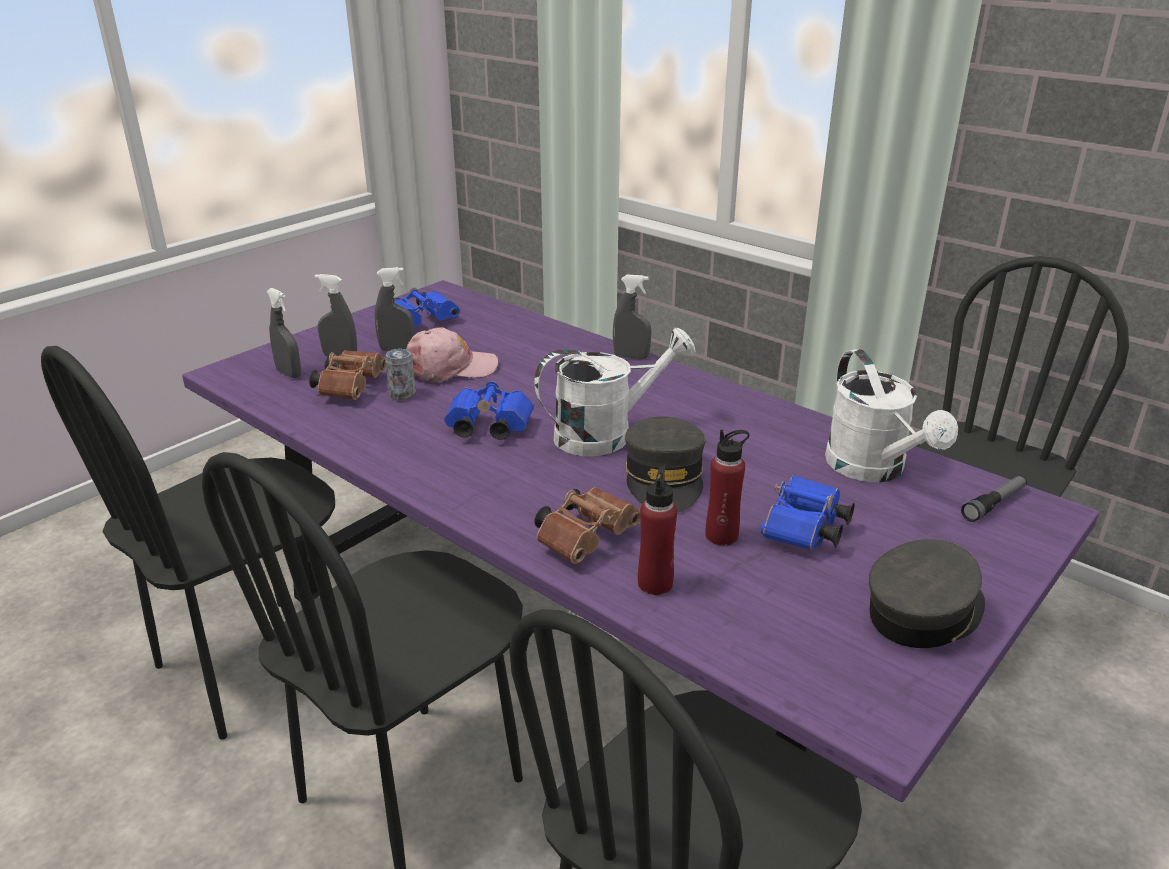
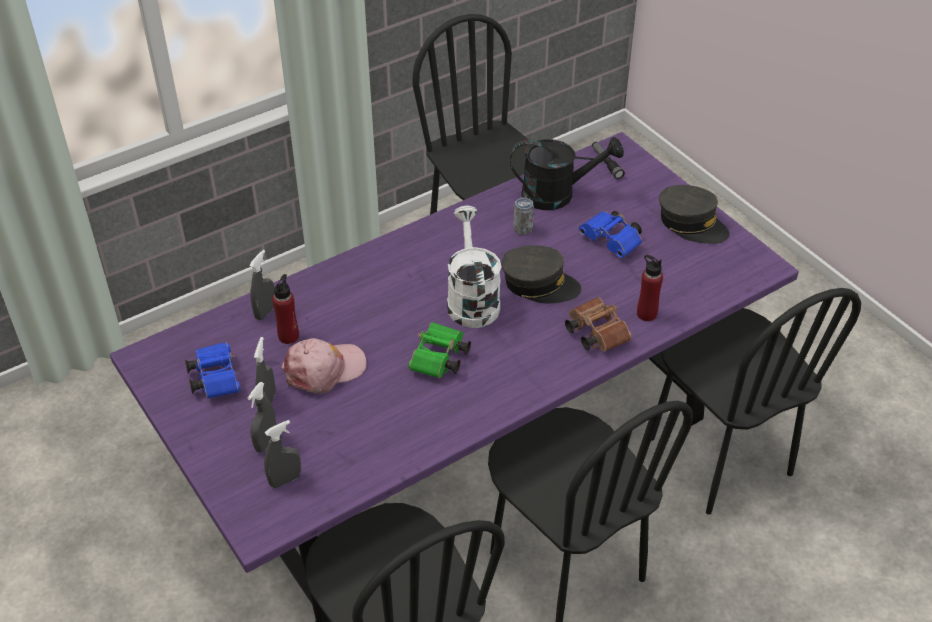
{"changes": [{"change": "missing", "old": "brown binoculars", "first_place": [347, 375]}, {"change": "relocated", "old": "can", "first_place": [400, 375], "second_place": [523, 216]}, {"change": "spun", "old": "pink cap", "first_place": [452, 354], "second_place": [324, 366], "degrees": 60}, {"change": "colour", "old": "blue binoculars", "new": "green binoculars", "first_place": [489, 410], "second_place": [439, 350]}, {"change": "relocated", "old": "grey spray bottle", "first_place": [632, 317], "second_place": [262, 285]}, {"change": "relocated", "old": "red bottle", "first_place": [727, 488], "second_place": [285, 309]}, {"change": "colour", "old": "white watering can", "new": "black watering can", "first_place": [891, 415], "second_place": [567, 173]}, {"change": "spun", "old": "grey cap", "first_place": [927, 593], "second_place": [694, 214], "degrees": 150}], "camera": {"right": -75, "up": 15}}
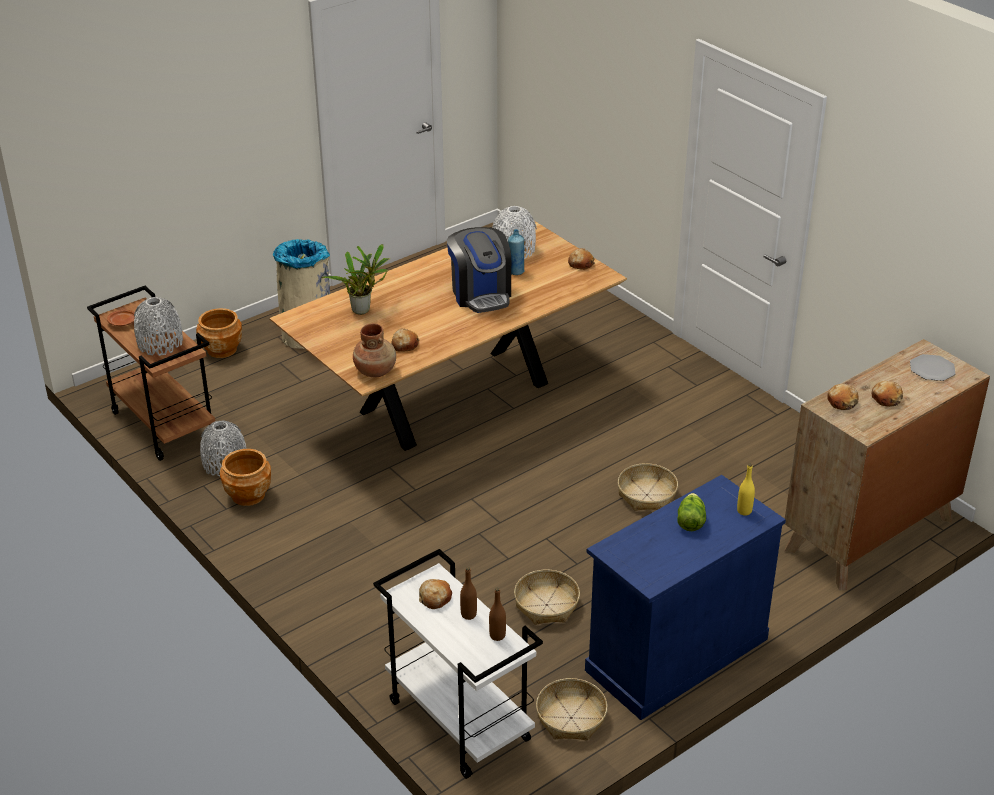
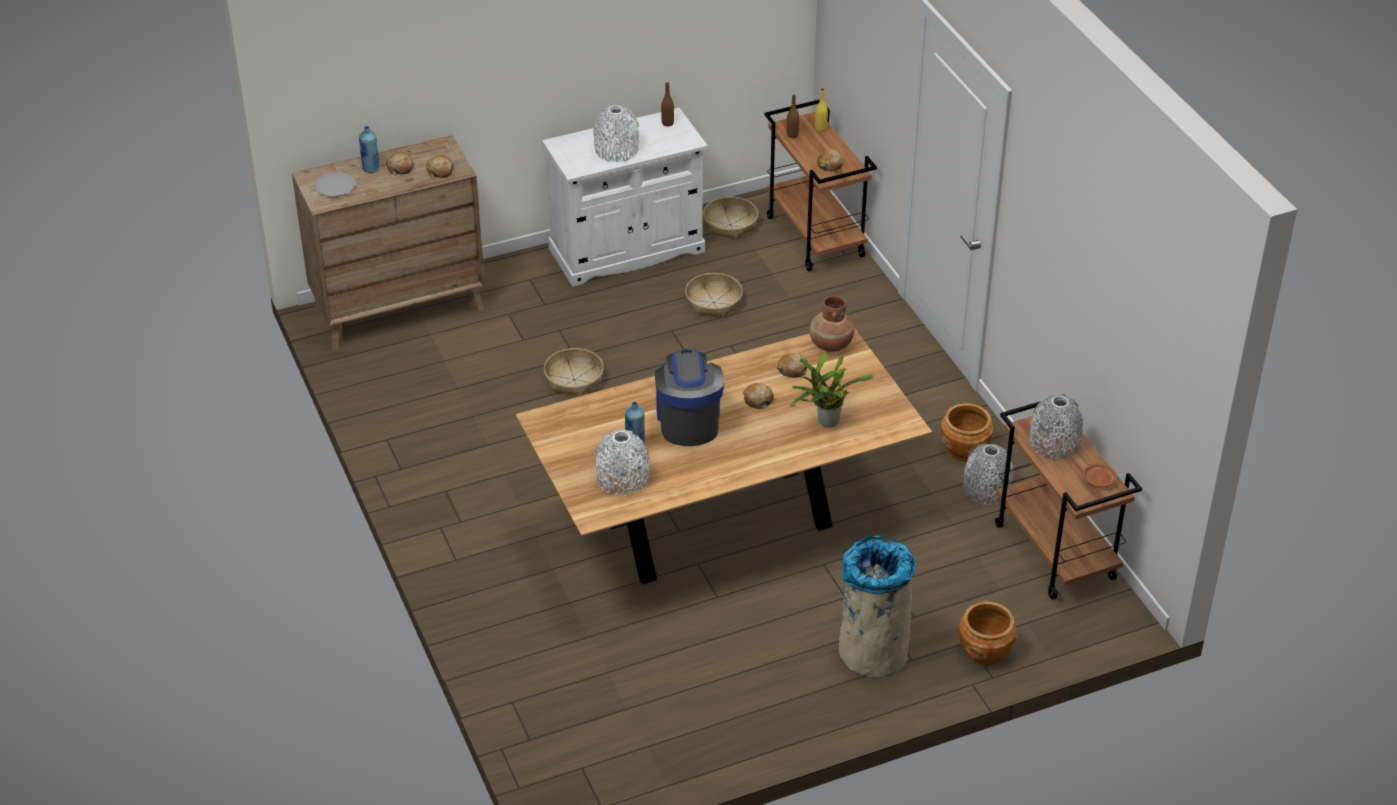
{"changes": [{"change": "colour", "old": "white cart", "new": "brown cart", "first_place": [458, 664], "second_place": [820, 185]}, {"change": "relocated", "old": "brown bottle", "first_place": [468, 593], "second_place": [667, 104]}, {"change": "relocated", "old": "bread", "first_place": [581, 259], "second_place": [758, 396]}, {"change": "colour", "old": "blue cabinet", "new": "white cabinet", "first_place": [685, 597], "second_place": [625, 197]}, {"change": "exchanged", "old": "lettuce", "new": "white vase", "first_place": [691, 512], "second_place": [616, 133]}, {"change": "relocated", "old": "yellow bottle", "first_place": [746, 489], "second_place": [821, 110]}, {"change": "appeared", "new": "blue bottle", "second_place": [369, 149]}], "camera": {"right": -165, "up": 5}}
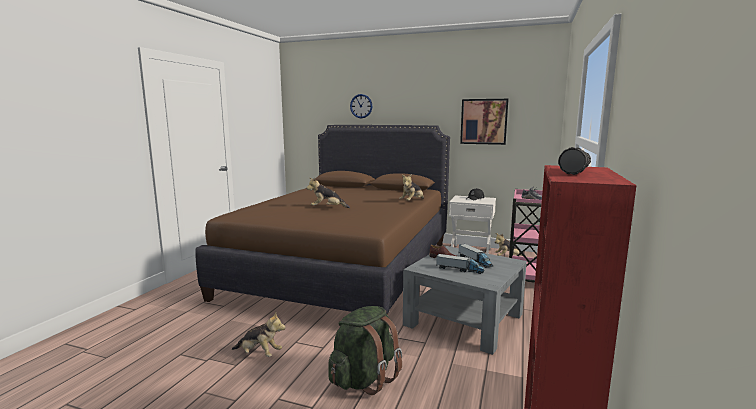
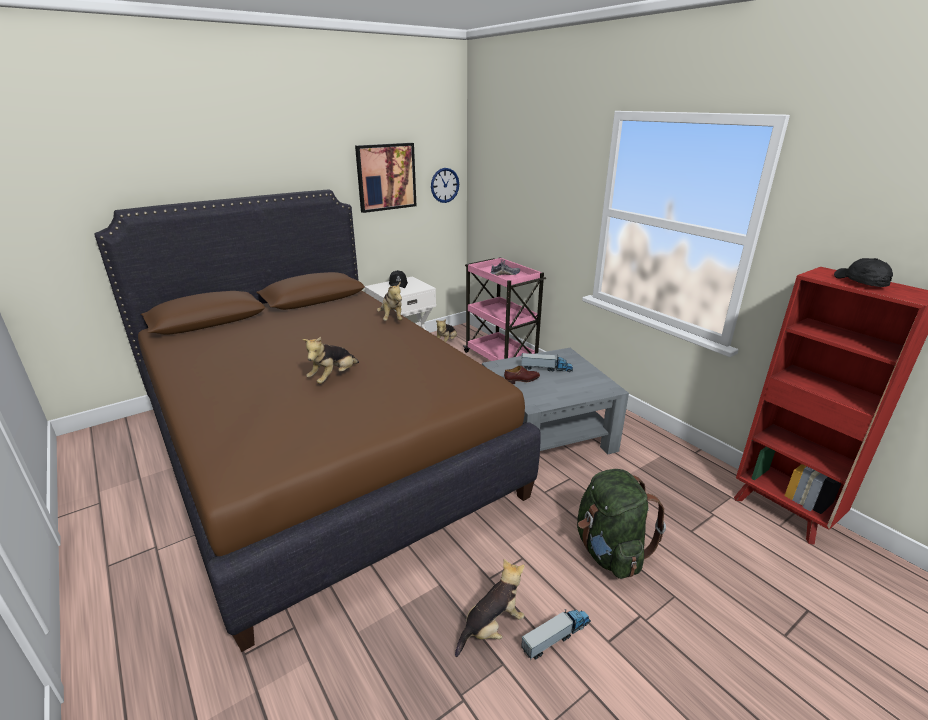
{"changes": [{"change": "relocated", "old": "wall clock", "first_place": [361, 106], "second_place": [445, 185]}, {"change": "relocated", "old": "toy truck", "first_place": [460, 264], "second_place": [556, 634]}, {"change": "exchanged", "old": "flashlight", "new": "black cap", "first_place": [574, 161], "second_place": [863, 272]}], "camera": {"right": -55, "up": 15}}
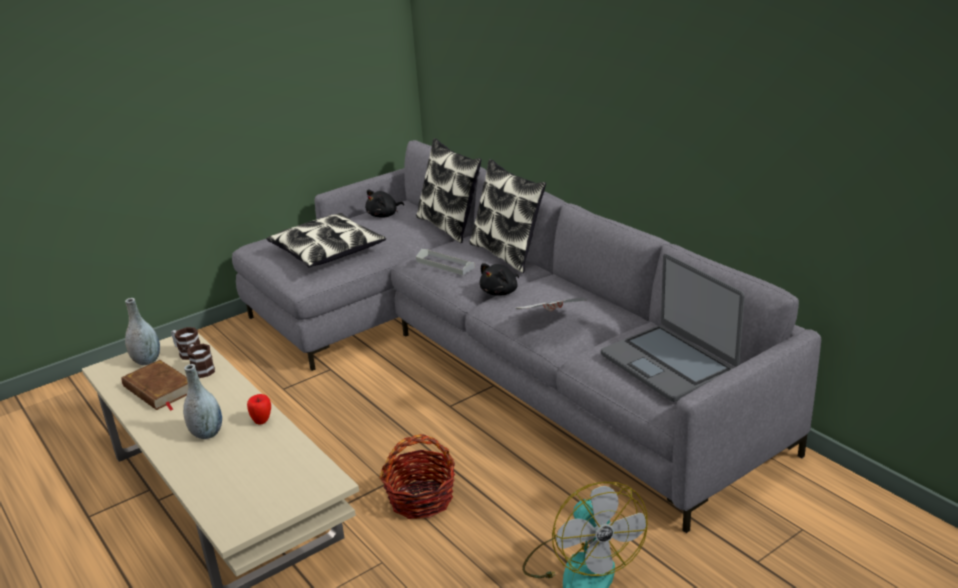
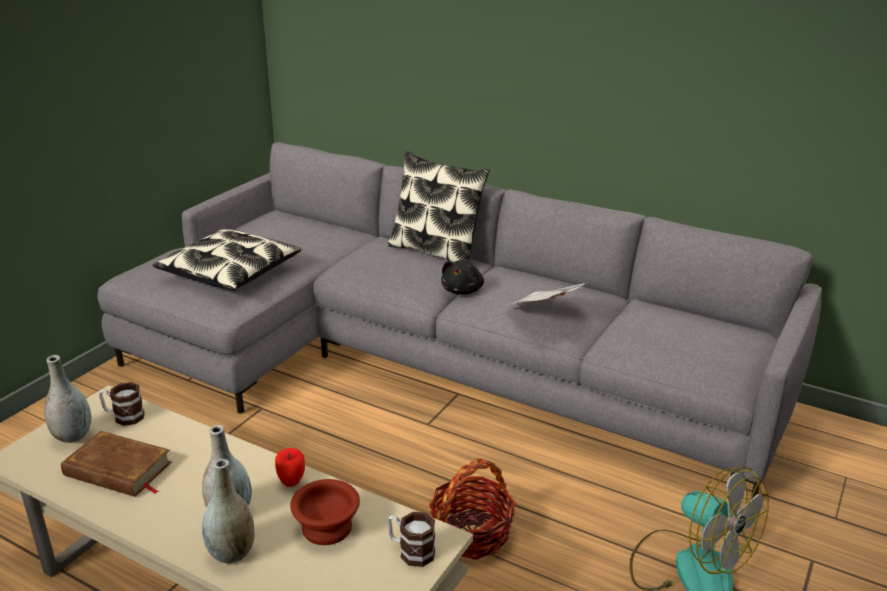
{"changes": [{"change": "relocated", "old": "mug", "first_place": [201, 361], "second_place": [411, 539]}, {"change": "missing", "old": "black plush toy", "first_place": [384, 204]}, {"change": "missing", "old": "pillow", "first_place": [448, 190]}, {"change": "missing", "old": "grey tray", "first_place": [445, 262]}, {"change": "missing", "old": "laptop", "first_place": [673, 328]}, {"change": "appeared", "new": "grey vase", "second_place": [228, 511]}, {"change": "appeared", "new": "brown bowl", "second_place": [325, 512]}], "camera": {"right": -25, "up": 0}}
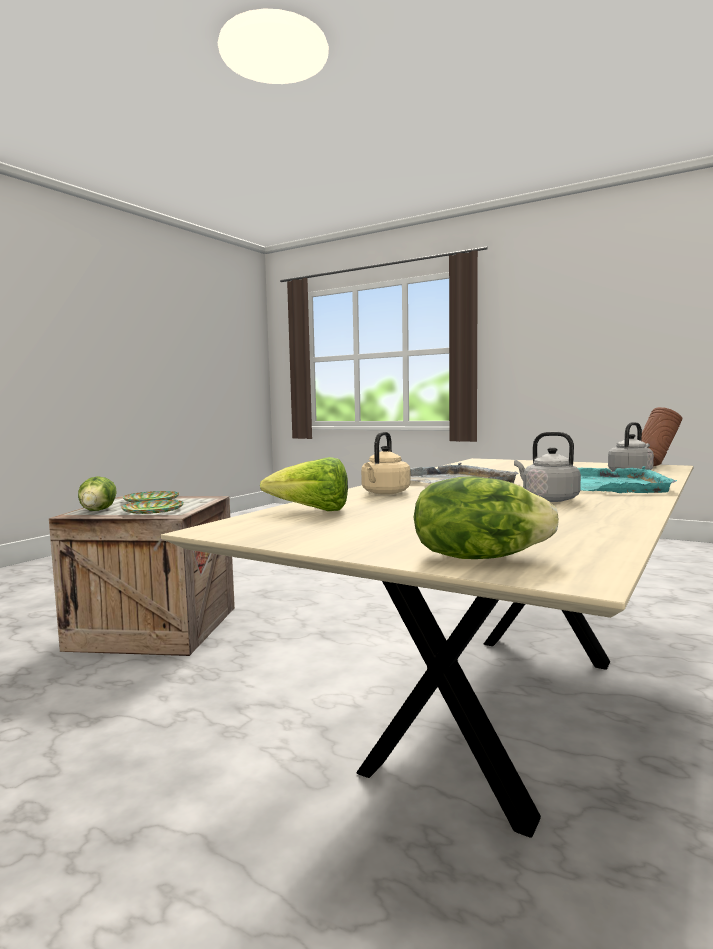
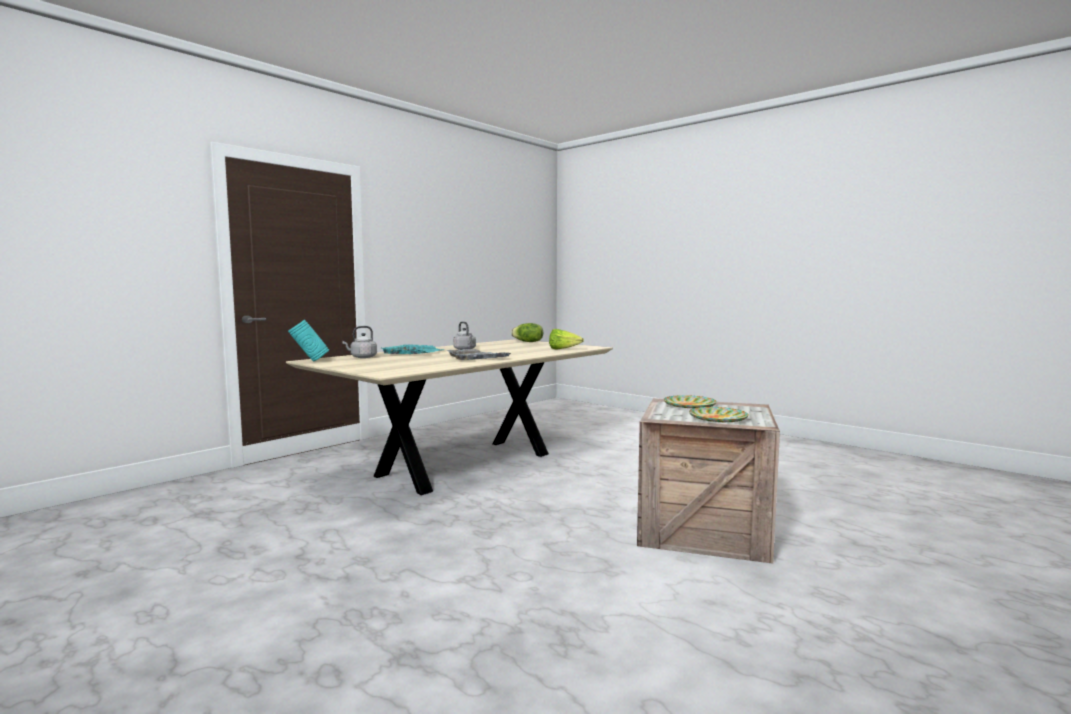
{"changes": [{"change": "missing", "old": "lettuce", "first_place": [97, 493]}, {"change": "missing", "old": "beige kettle", "first_place": [386, 463]}, {"change": "colour", "old": "brown vase", "new": "turquoise vase", "first_place": [661, 436], "second_place": [308, 341]}], "camera": {"right": -170, "up": 0}}
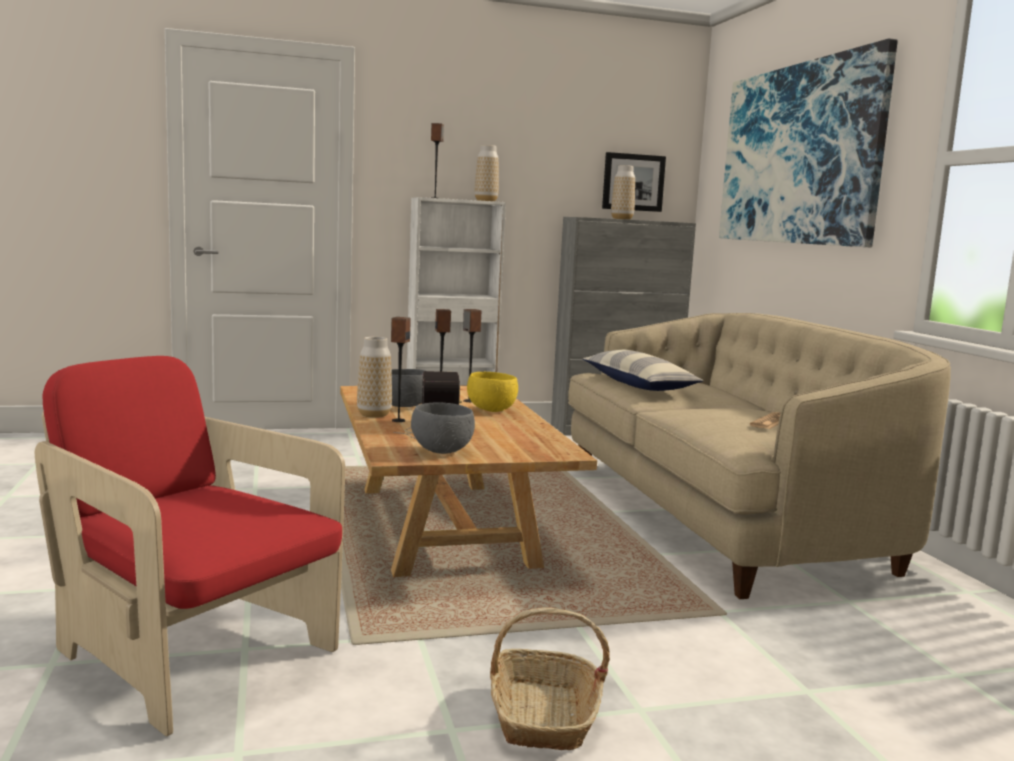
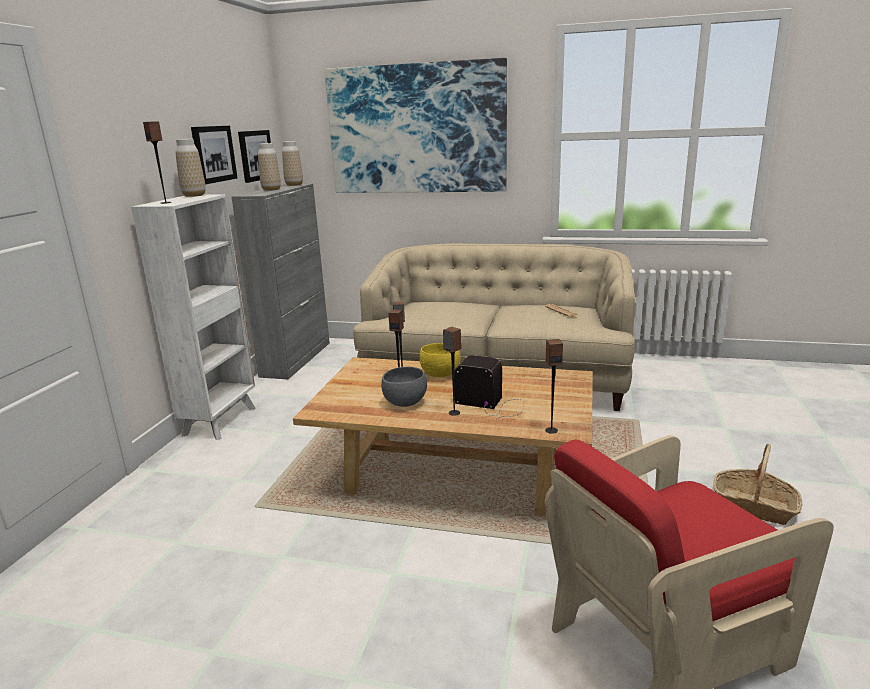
{"changes": [{"change": "relocated", "old": "vase", "first_place": [374, 377], "second_place": [292, 163]}, {"change": "missing", "old": "grey bowl", "first_place": [443, 428]}, {"change": "missing", "old": "pillow", "first_place": [643, 370]}, {"change": "appeared", "new": "picture", "second_place": [214, 155]}, {"change": "appeared", "new": "speaker", "second_place": [554, 386]}], "camera": {"right": -60, "up": 10}}
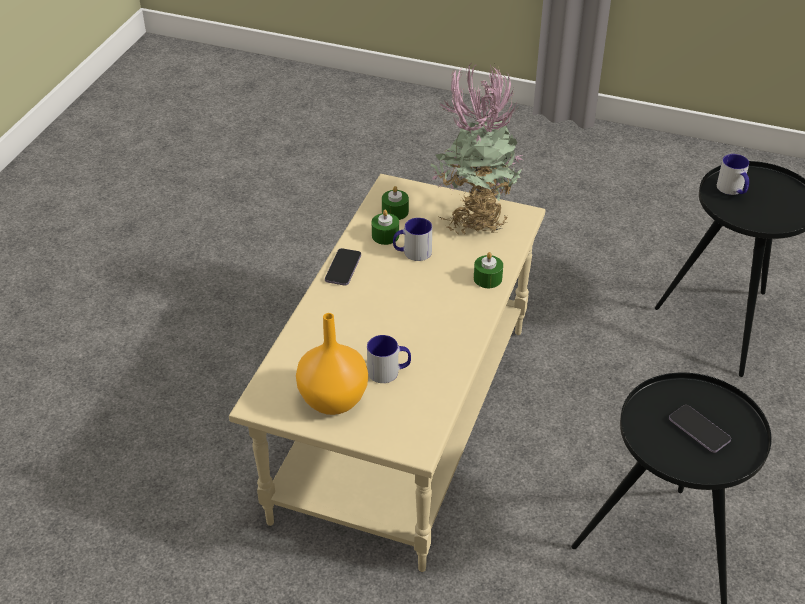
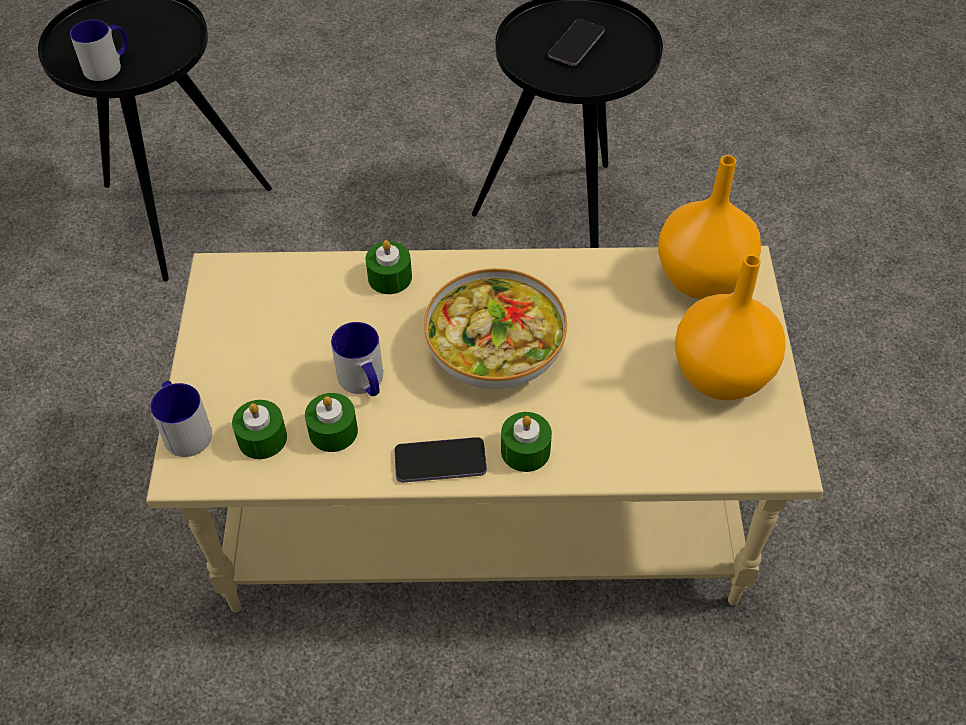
{"changes": [{"change": "relocated", "old": "mug", "first_place": [389, 359], "second_place": [181, 419]}, {"change": "missing", "old": "potted plant", "first_place": [477, 149]}, {"change": "appeared", "new": "bowl", "second_place": [495, 328]}, {"change": "appeared", "new": "green candle", "second_place": [526, 442]}, {"change": "appeared", "new": "orange vase", "second_place": [709, 227]}], "camera": {"right": -110, "up": 10}}
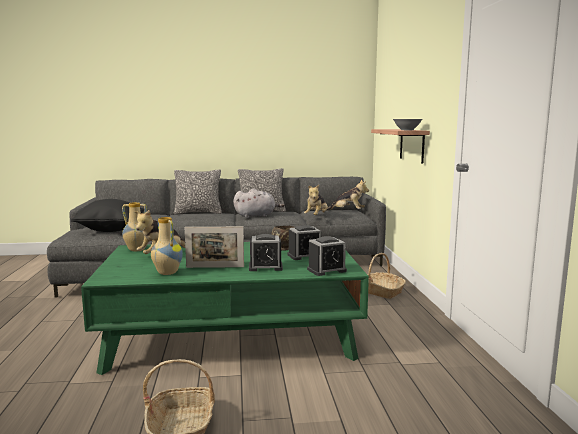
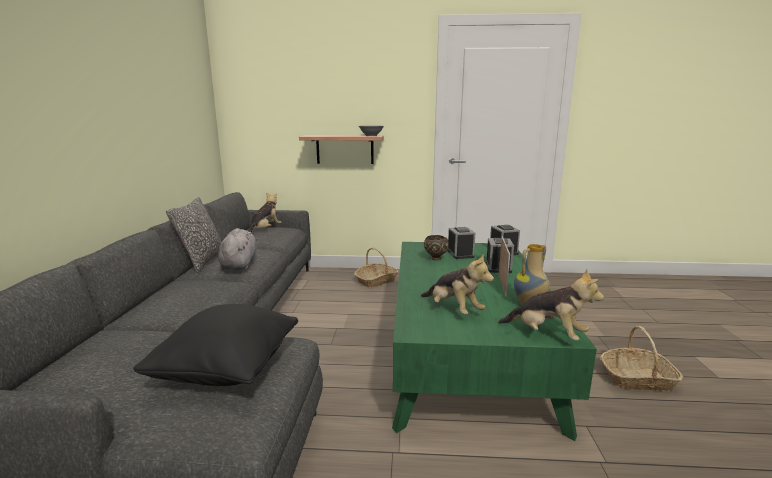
{"changes": [{"change": "missing", "old": "vase", "first_place": [134, 226]}, {"change": "missing", "old": "pillow", "first_place": [198, 191]}, {"change": "relocated", "old": "plush toy", "first_place": [316, 200], "second_place": [551, 305]}], "camera": {"right": -80, "up": 5}}
